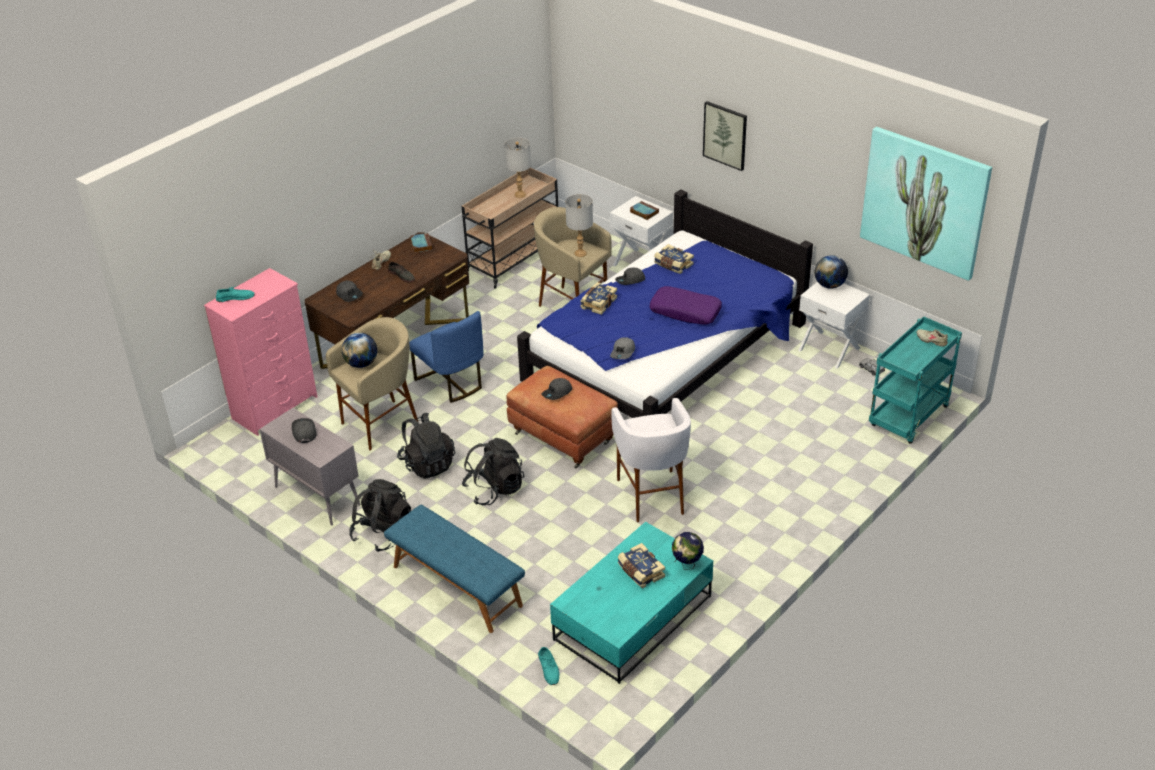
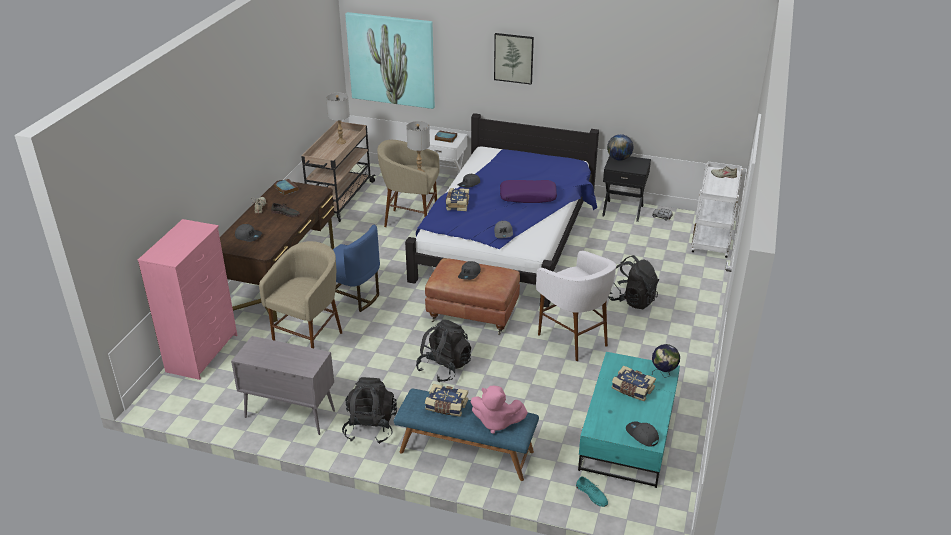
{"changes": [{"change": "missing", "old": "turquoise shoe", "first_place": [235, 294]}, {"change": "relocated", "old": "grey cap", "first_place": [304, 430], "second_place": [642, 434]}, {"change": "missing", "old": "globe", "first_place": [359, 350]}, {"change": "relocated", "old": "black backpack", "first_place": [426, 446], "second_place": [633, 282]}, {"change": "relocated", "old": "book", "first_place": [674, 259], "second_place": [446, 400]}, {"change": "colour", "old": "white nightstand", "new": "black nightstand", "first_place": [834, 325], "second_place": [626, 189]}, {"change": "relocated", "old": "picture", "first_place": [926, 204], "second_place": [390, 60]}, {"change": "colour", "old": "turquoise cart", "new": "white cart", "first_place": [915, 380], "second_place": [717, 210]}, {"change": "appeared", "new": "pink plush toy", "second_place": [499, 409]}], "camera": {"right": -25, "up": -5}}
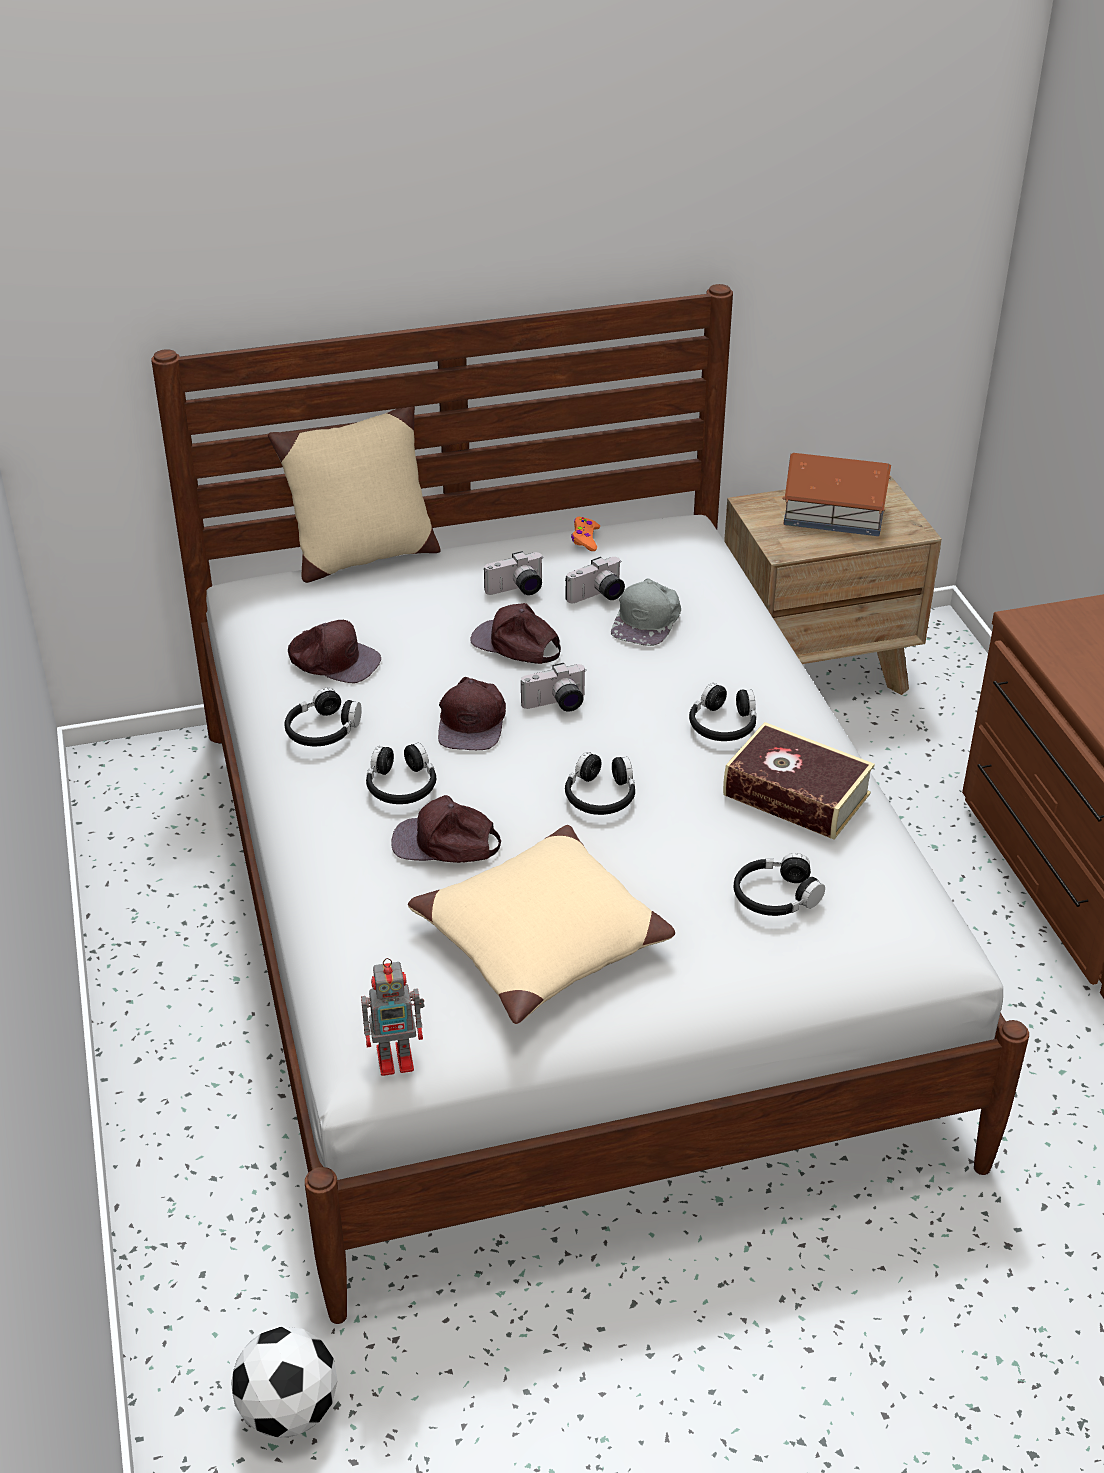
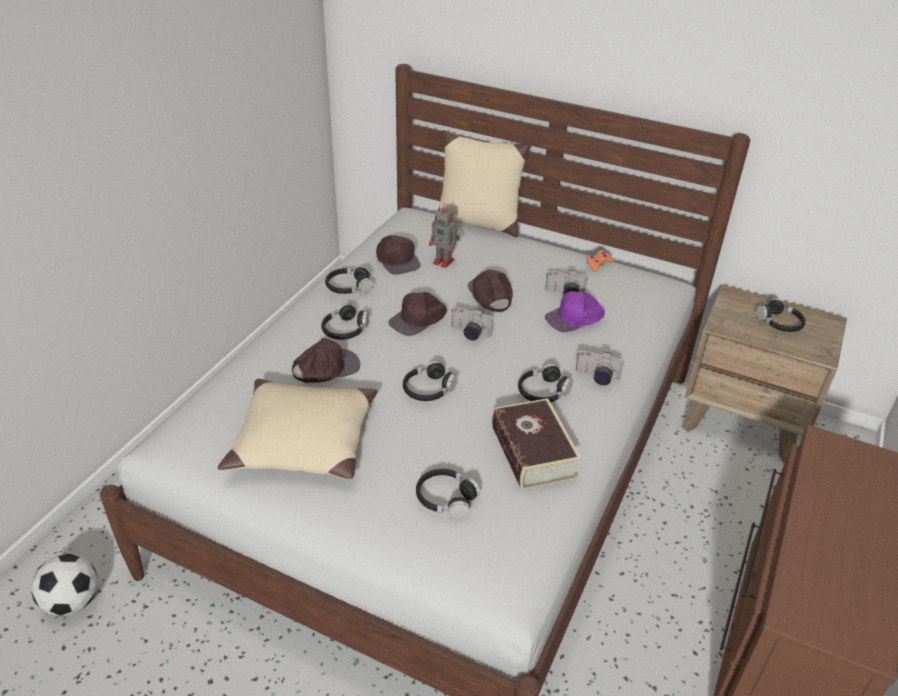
{"changes": [{"change": "relocated", "old": "toy robot", "first_place": [392, 1017], "second_place": [444, 235]}, {"change": "spun", "old": "brown cap", "first_place": [446, 829], "second_place": [326, 360], "degrees": 105}, {"change": "relocated", "old": "photo camera", "first_place": [514, 573], "second_place": [599, 367]}, {"change": "colour", "old": "grey cap", "new": "purple cap", "first_place": [646, 612], "second_place": [575, 311]}, {"change": "exchanged", "old": "toy house", "new": "black headphones", "first_place": [836, 494], "second_place": [780, 315]}], "camera": {"right": 40, "up": 0}}
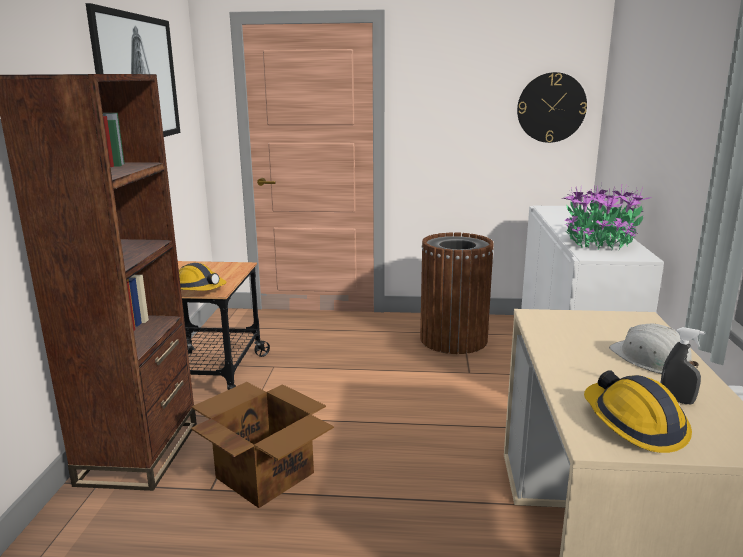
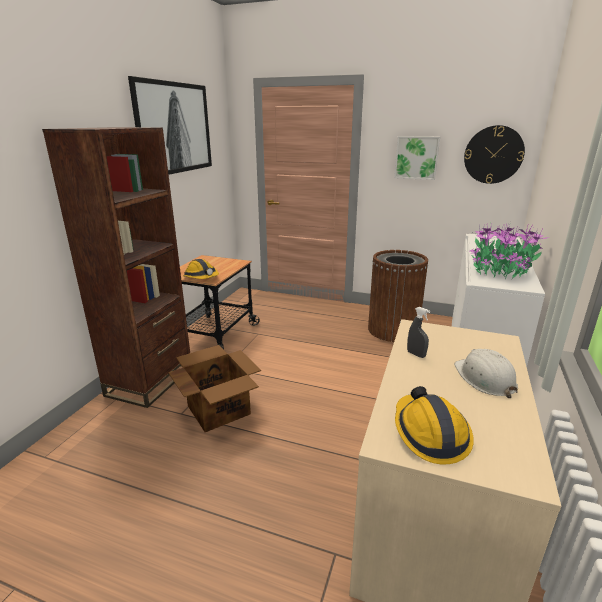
{"changes": [{"change": "relocated", "old": "grey spray bottle", "first_place": [682, 365], "second_place": [418, 332]}, {"change": "appeared", "new": "picture", "second_place": [417, 158]}], "camera": {"right": 15, "up": 5}}
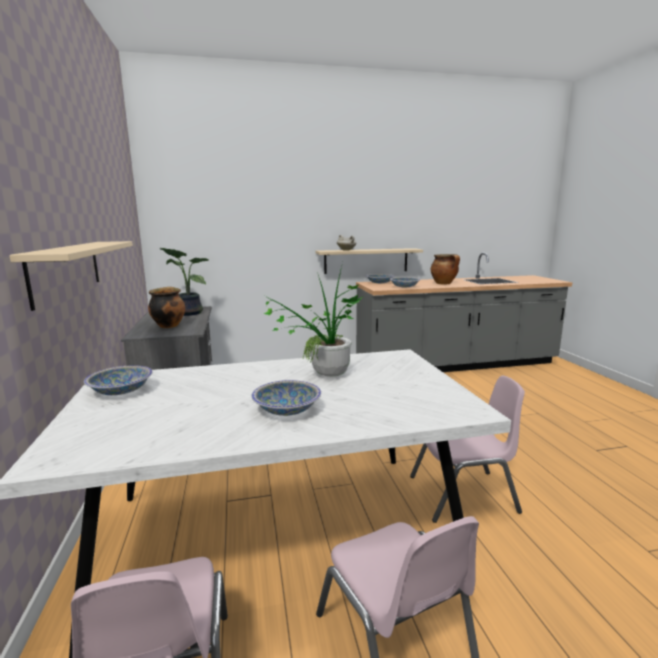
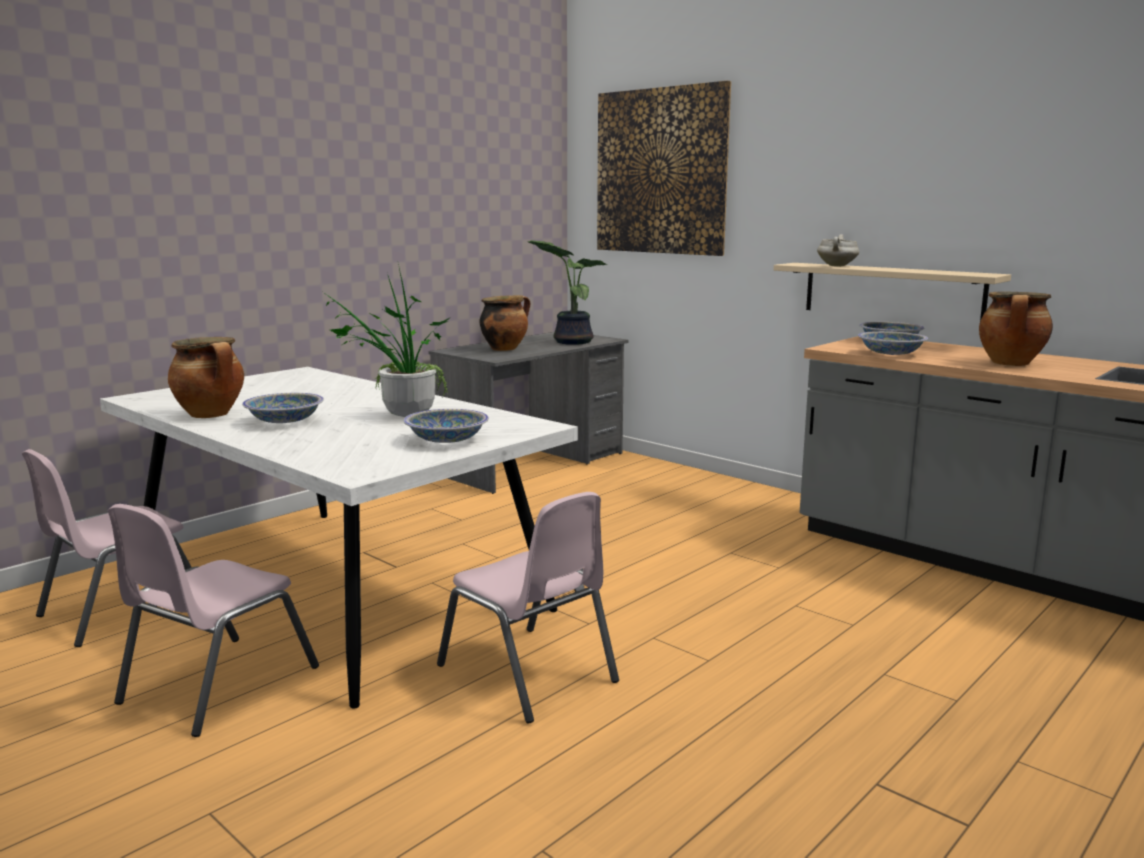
{"changes": [{"change": "missing", "old": "beige shelf", "first_place": [71, 276]}, {"change": "relocated", "old": "bowl", "first_place": [118, 380], "second_place": [446, 426]}, {"change": "appeared", "new": "cooking pot", "second_place": [206, 377]}, {"change": "appeared", "new": "picture", "second_place": [664, 168]}], "camera": {"right": 55, "up": 0}}
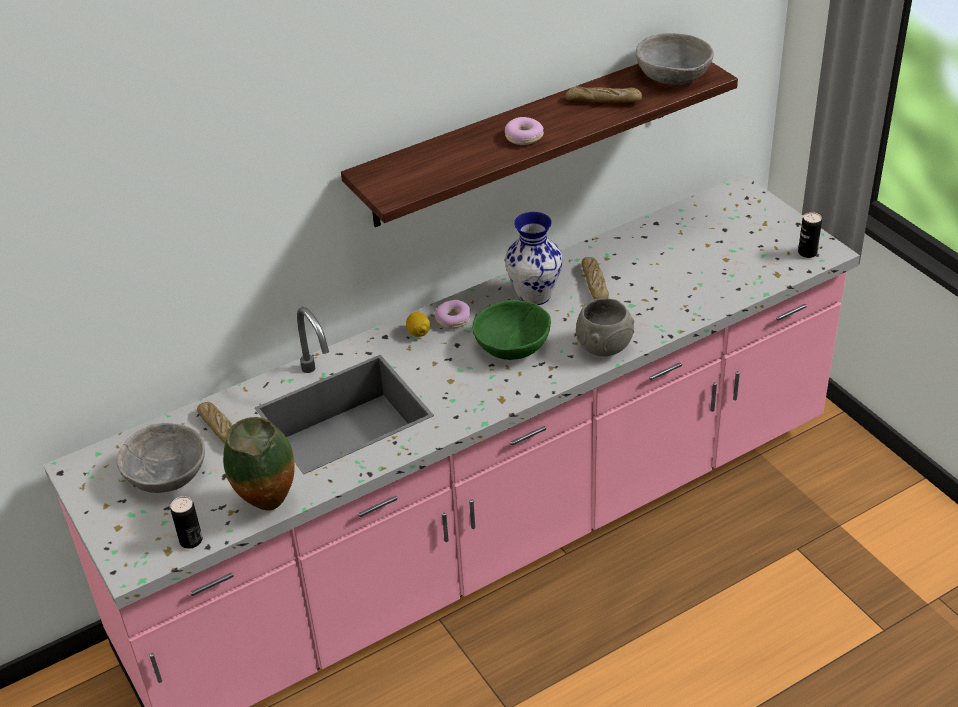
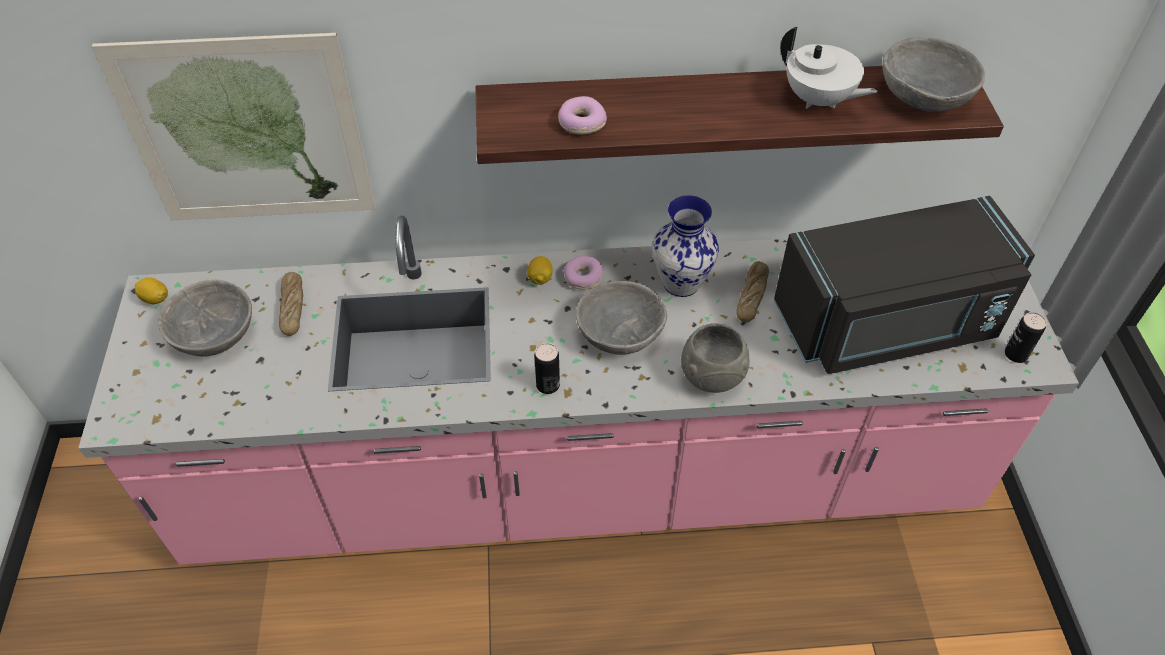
{"changes": [{"change": "relocated", "old": "can", "first_place": [186, 522], "second_place": [547, 368]}, {"change": "missing", "old": "vase", "first_place": [259, 464]}, {"change": "colour", "old": "green bowl", "new": "grey bowl", "first_place": [511, 330], "second_place": [621, 318]}, {"change": "relocated", "old": "donut", "first_place": [524, 131], "second_place": [582, 115]}, {"change": "exchanged", "old": "bread", "new": "white teapot", "first_place": [603, 94], "second_place": [829, 68]}, {"change": "appeared", "new": "picture", "second_place": [233, 127]}, {"change": "appeared", "new": "lemon", "second_place": [151, 290]}, {"change": "appeared", "new": "black microwave", "second_place": [904, 285]}], "camera": {"right": 25, "up": 10}}
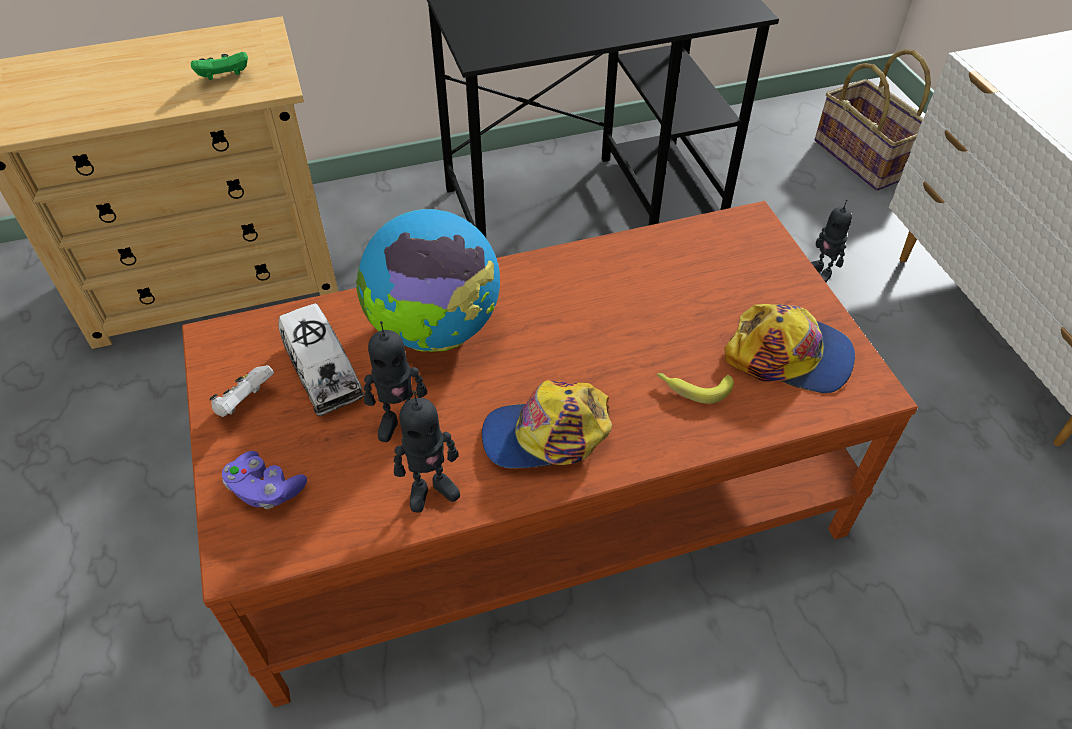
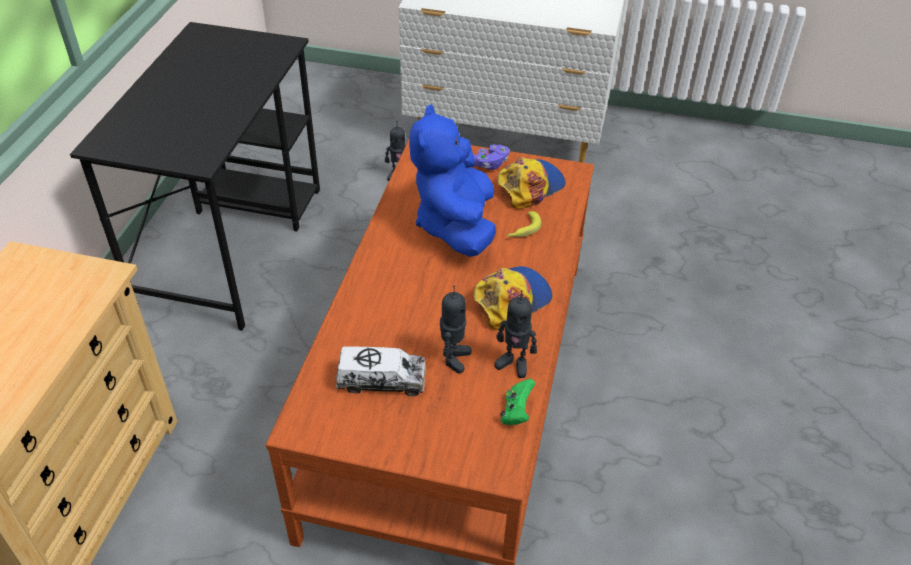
{"changes": [{"change": "relocated", "old": "green game controller", "first_place": [219, 66], "second_place": [517, 402]}, {"change": "missing", "old": "white game controller", "first_place": [241, 391]}, {"change": "relocated", "old": "purple game controller", "first_place": [264, 480], "second_place": [491, 157]}, {"change": "missing", "old": "globe", "first_place": [428, 280]}, {"change": "spun", "old": "toy robot", "first_place": [427, 452], "second_place": [515, 334], "degrees": 105}, {"change": "spun", "old": "cap", "first_place": [547, 424], "second_place": [513, 298], "degrees": -150}, {"change": "missing", "old": "basket", "first_place": [873, 120]}, {"change": "appeared", "new": "blue plush toy", "second_place": [452, 180]}], "camera": {"right": -60, "up": -5}}
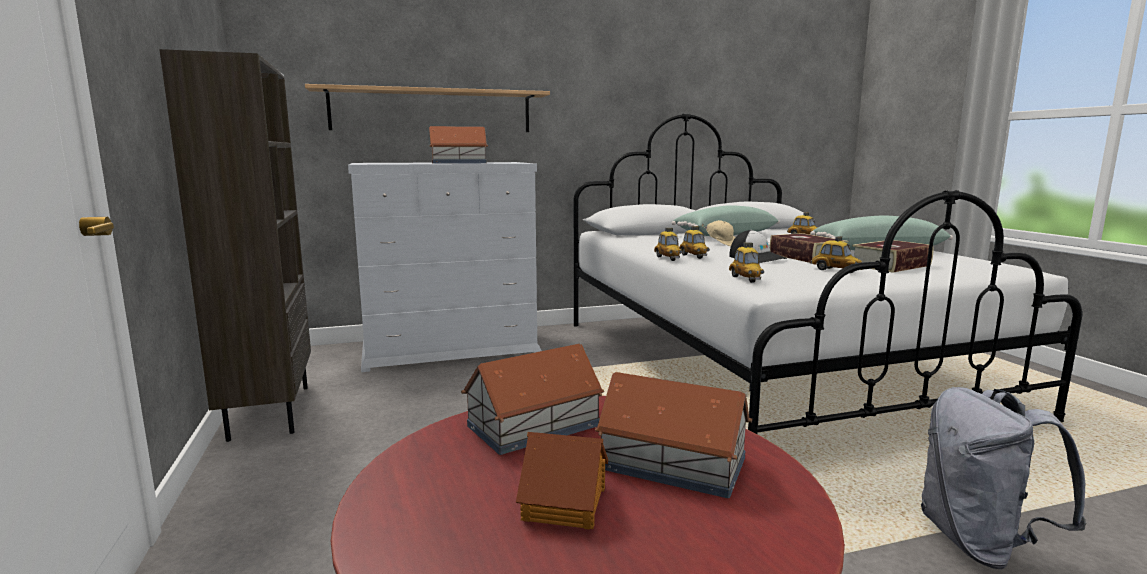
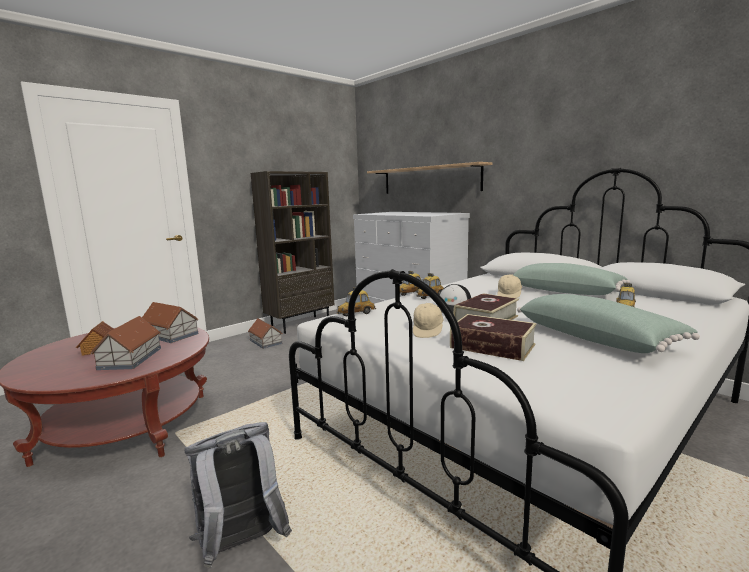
{"changes": [{"change": "relocated", "old": "toy house", "first_place": [458, 145], "second_place": [265, 333]}, {"change": "exchanged", "old": "toy car", "new": "beige cap", "first_place": [836, 254], "second_place": [428, 320]}], "camera": {"right": 65, "up": 0}}
